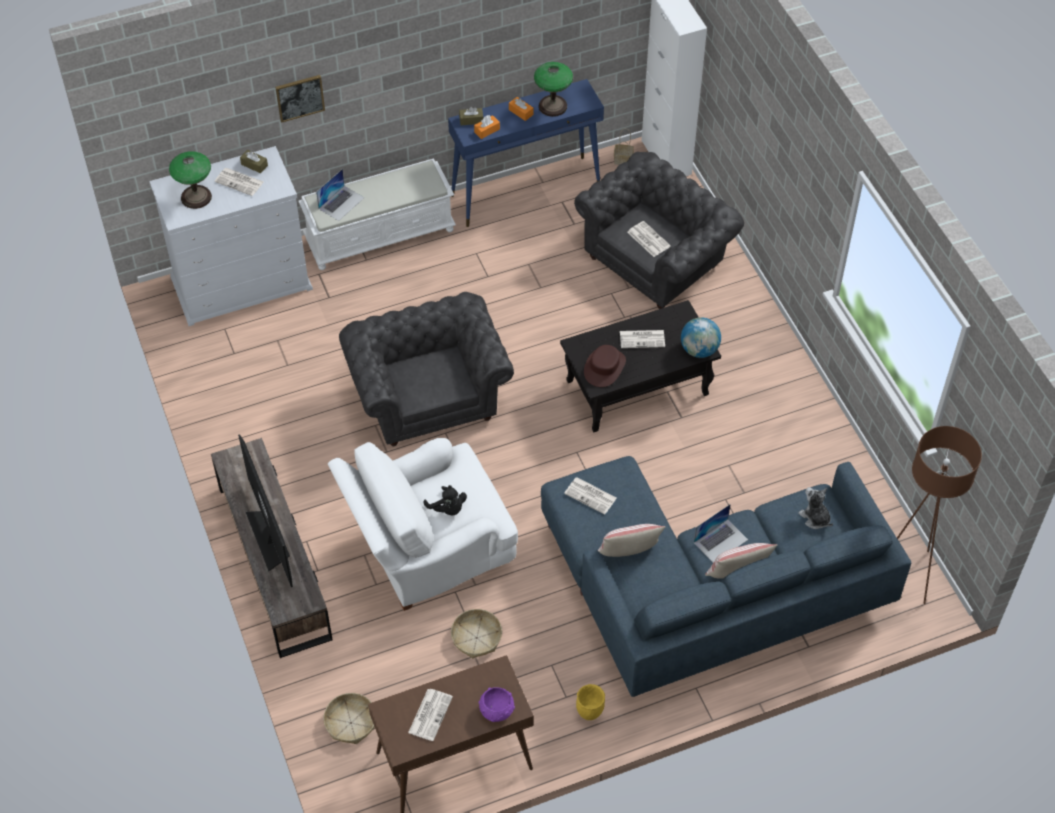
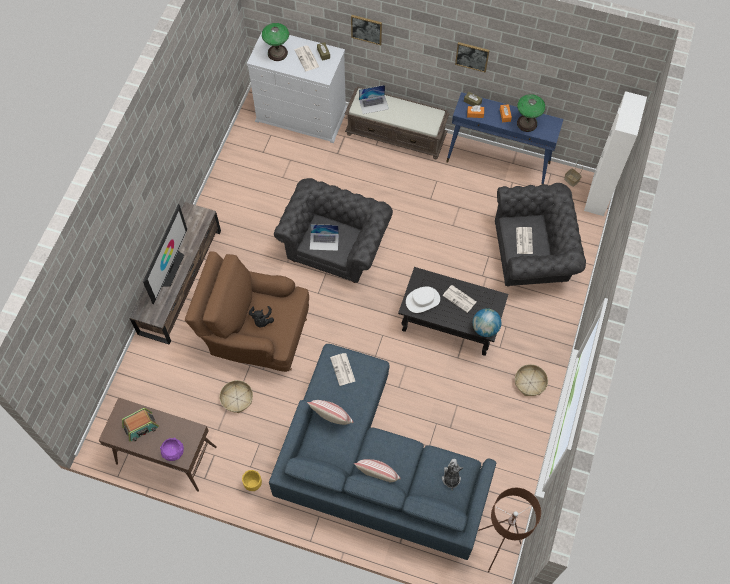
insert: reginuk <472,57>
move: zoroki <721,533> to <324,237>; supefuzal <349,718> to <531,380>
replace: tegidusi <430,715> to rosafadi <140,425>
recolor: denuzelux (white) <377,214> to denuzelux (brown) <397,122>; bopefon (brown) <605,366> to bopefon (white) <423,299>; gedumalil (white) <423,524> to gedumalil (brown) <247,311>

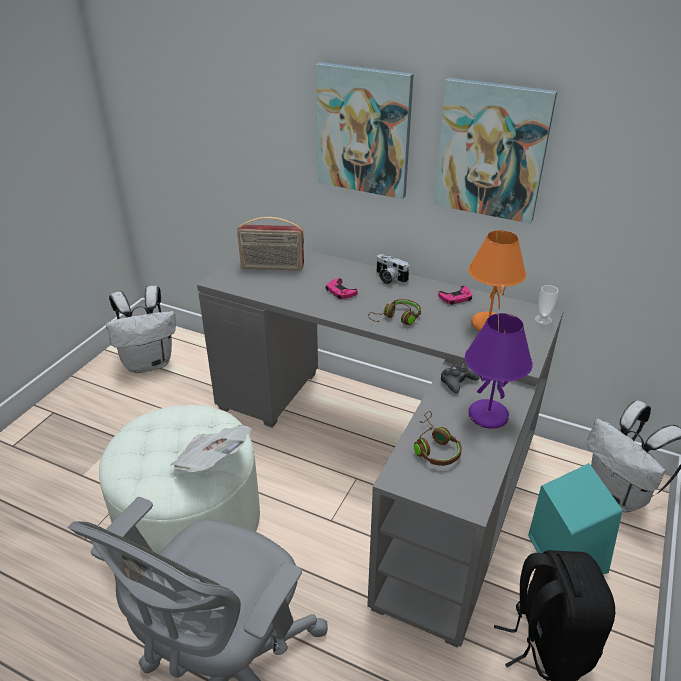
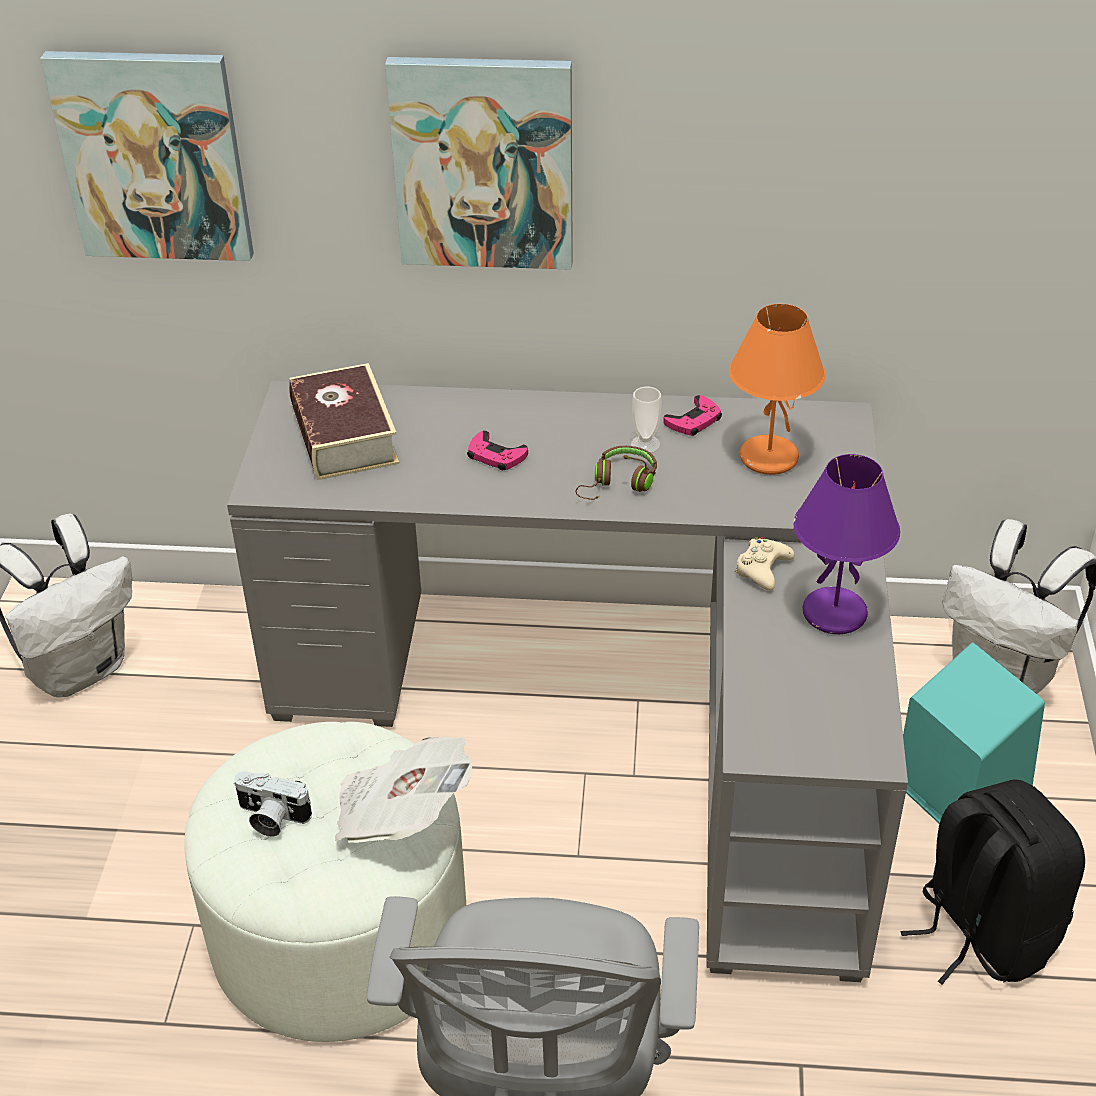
delete: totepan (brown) <438,438>
move: reginuk <495,151> to <147,156>; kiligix <393,269> to <273,804>; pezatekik <546,305> to <646,419>
replace: rosafadi <270,243> to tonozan <344,421>
recolor: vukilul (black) <460,377> to vukilul (beige) <764,564>

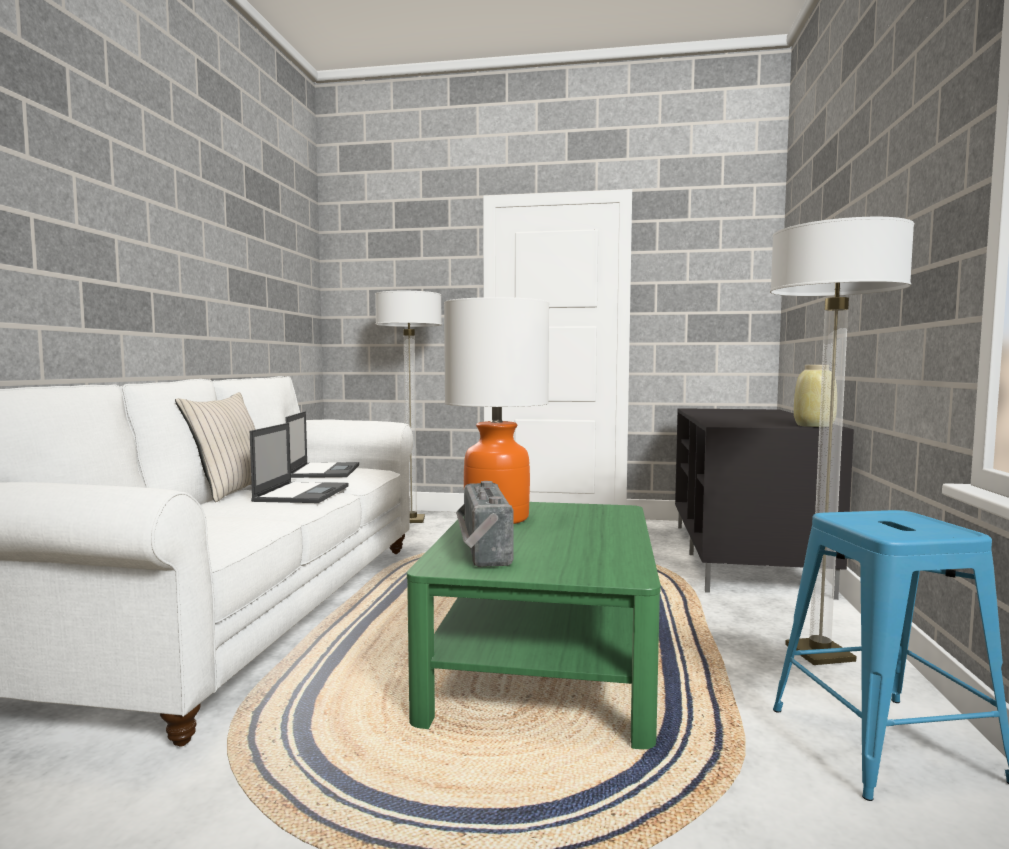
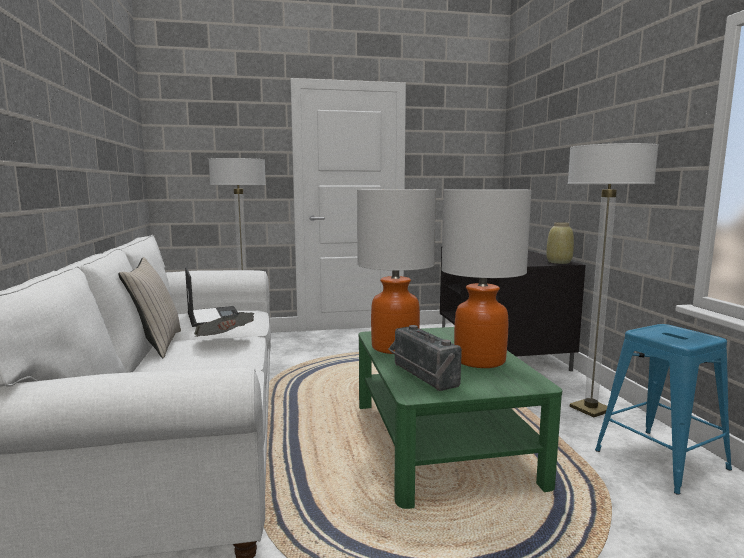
insert: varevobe <486,278>
replace: zoroki <299,463> to tegidusi <224,324>

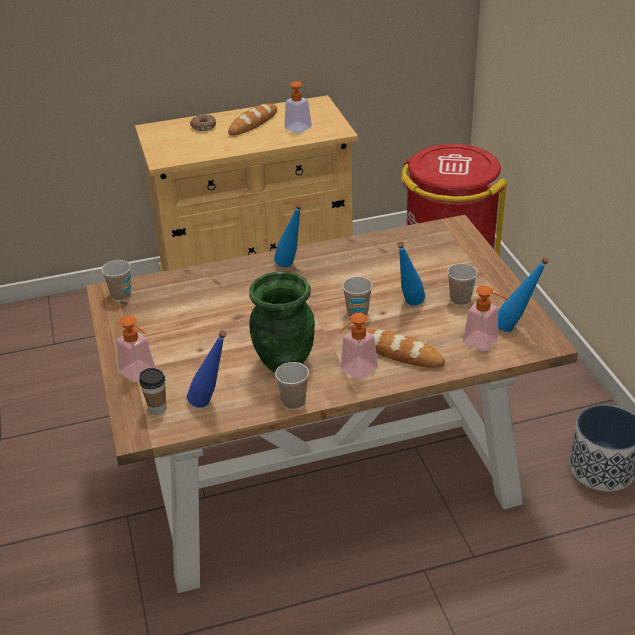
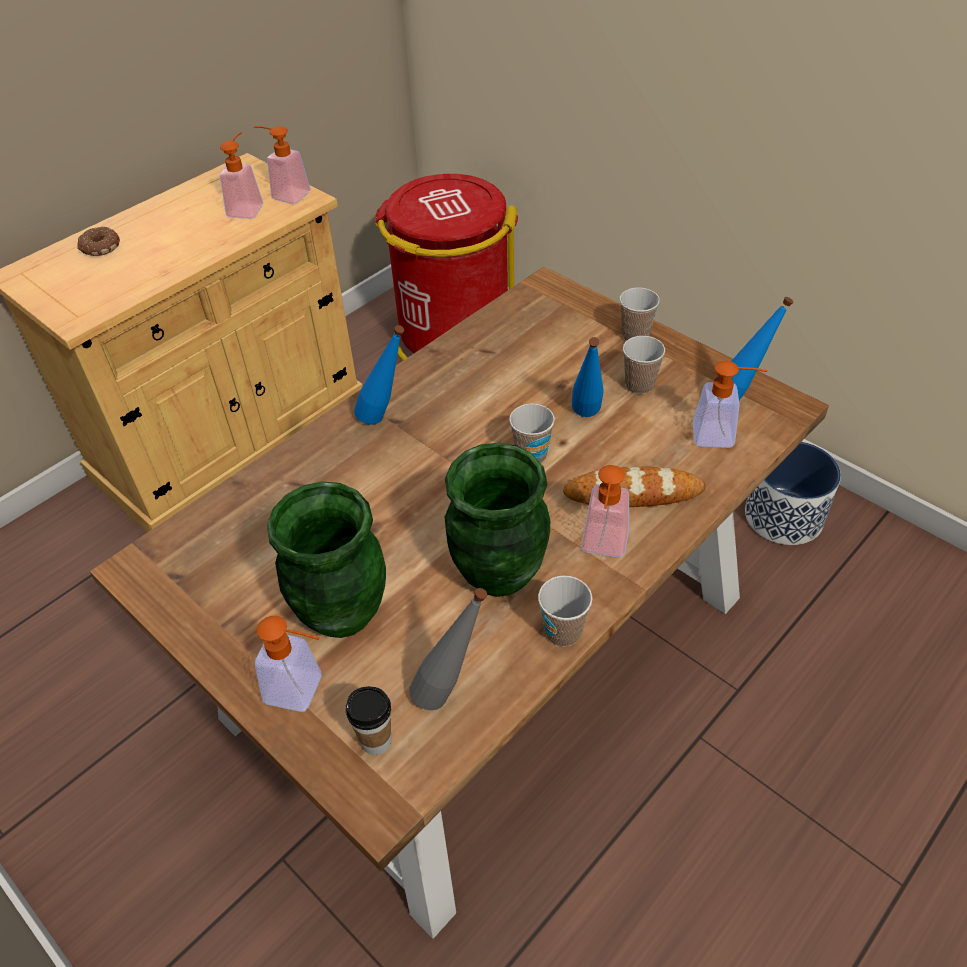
delete: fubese <252,119>
insert: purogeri <282,165>; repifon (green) <326,560>
move: pezatekik <116,280> to <640,314>
recolor: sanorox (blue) <207,369> to sanorox (grey) <448,649>

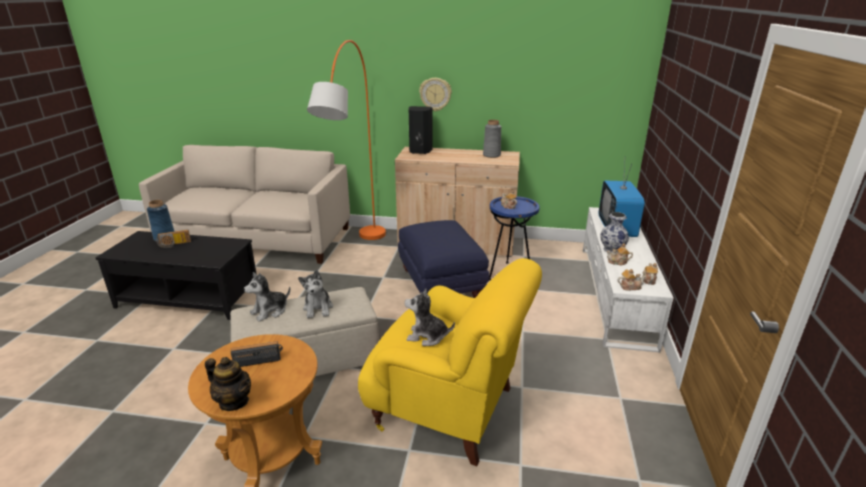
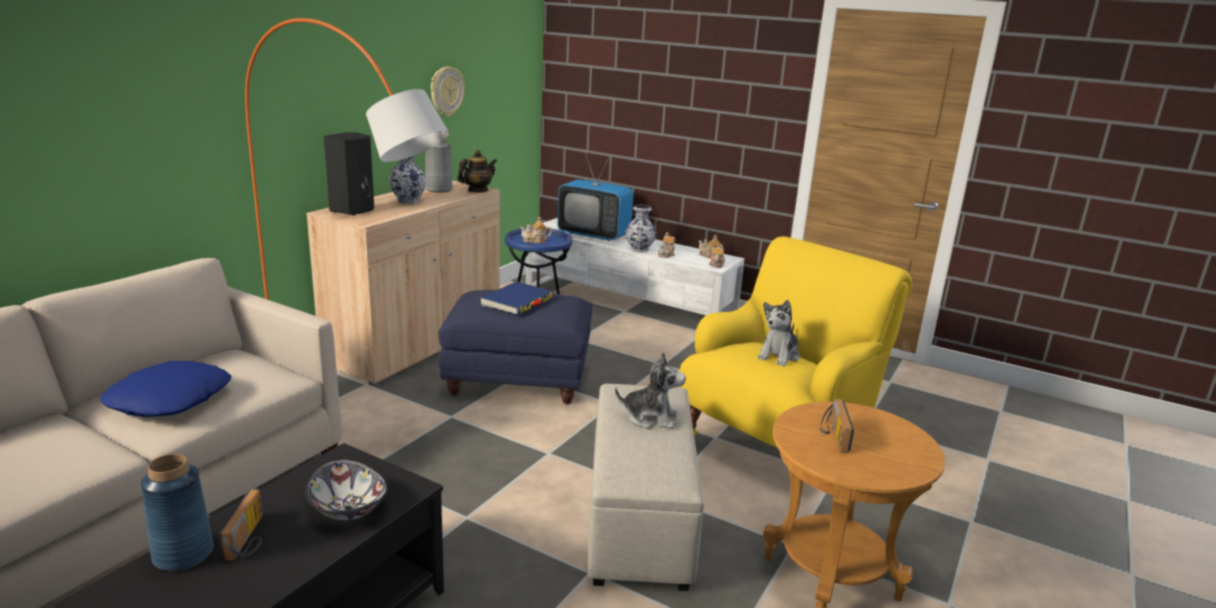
delete: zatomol <267,297>
insert: repifon <407,180>; tonozan (blue) <516,298>; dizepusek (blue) <165,389>; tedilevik <346,490>
move: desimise <435,94> to <448,91>; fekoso <228,384> to <477,171>

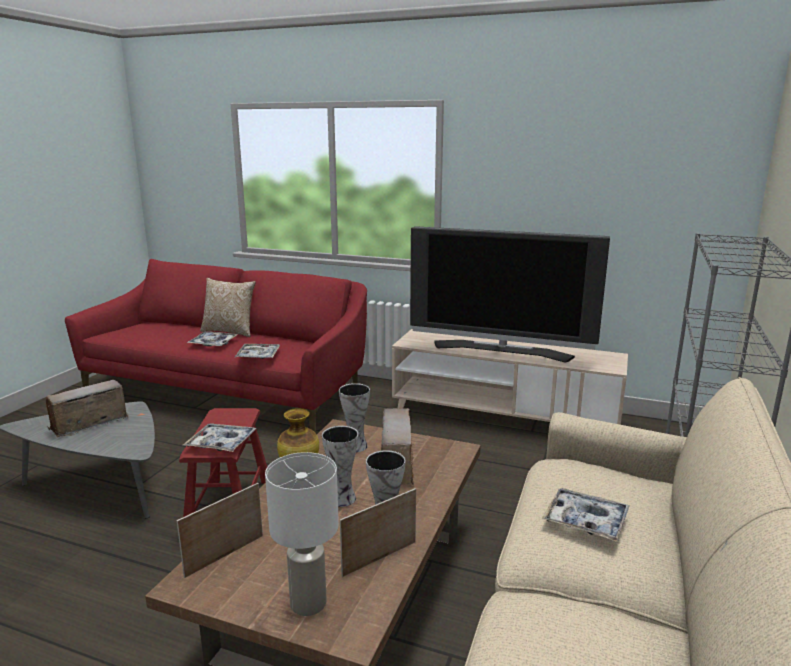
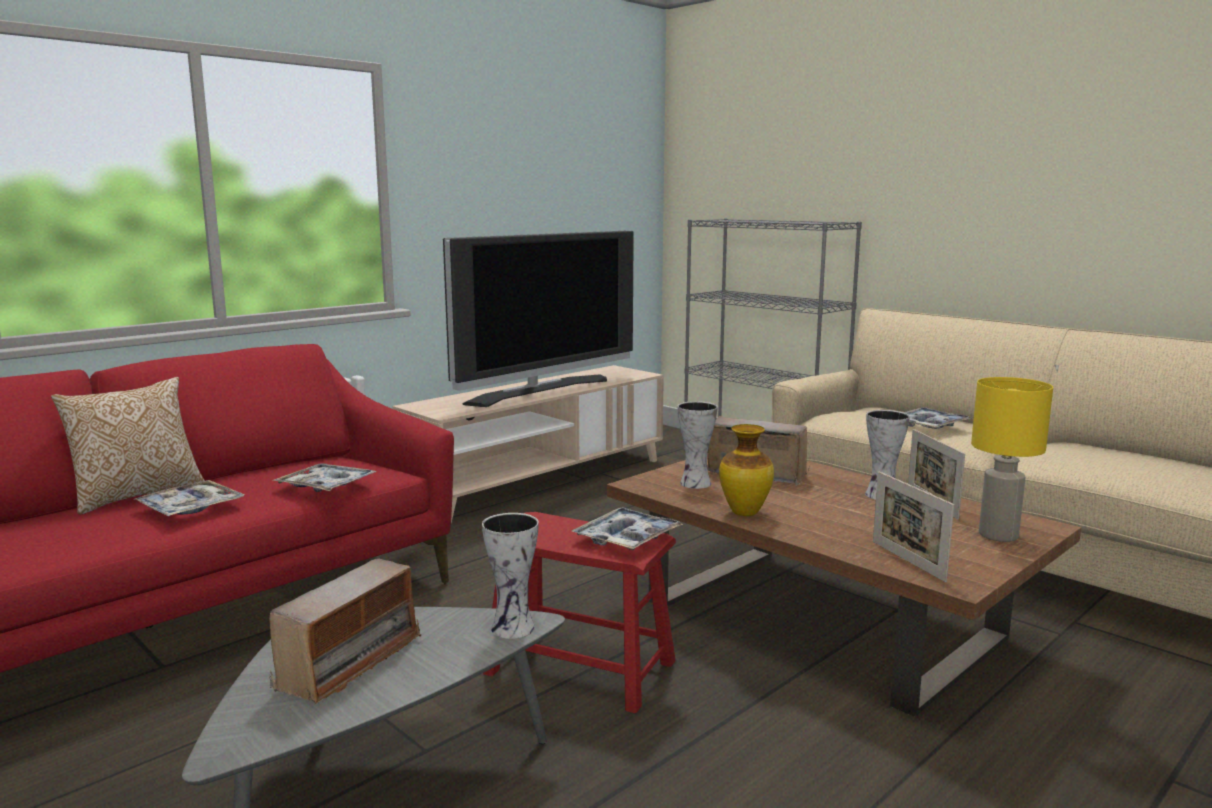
move: repifon <340,466> to <510,576>
recolor: varevobe (white) <302,534> to varevobe (yellow) <1012,459>
rotate: rosafadi <87,409> = <345,632> 135 degrees counterclockwise

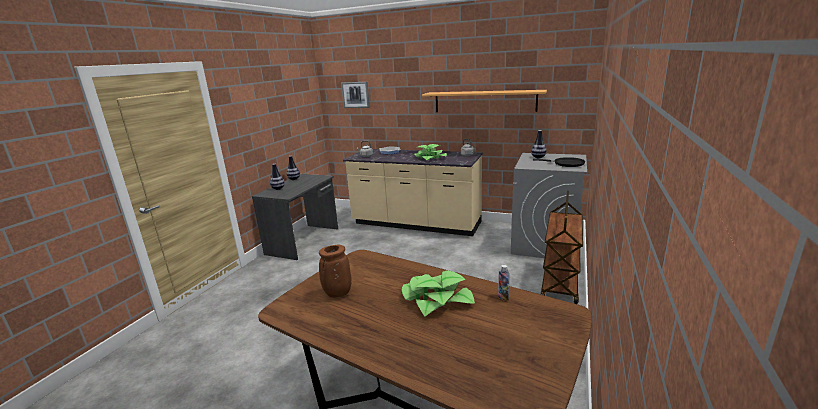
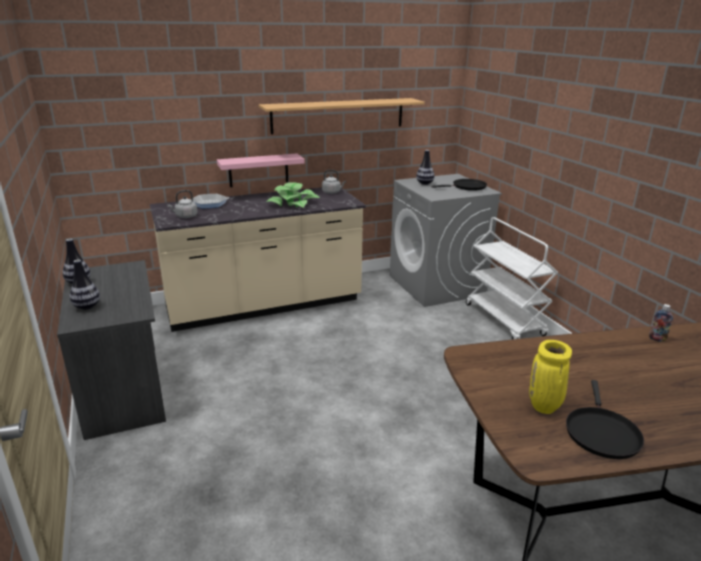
delete: reginuk <355,95>; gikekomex <438,293>
insert: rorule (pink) <260,170>; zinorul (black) <605,419>
recolor: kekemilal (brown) <562,247> to kekemilal (white) <512,278>; repifon (brown) <335,271> to repifon (yellow) <550,377>

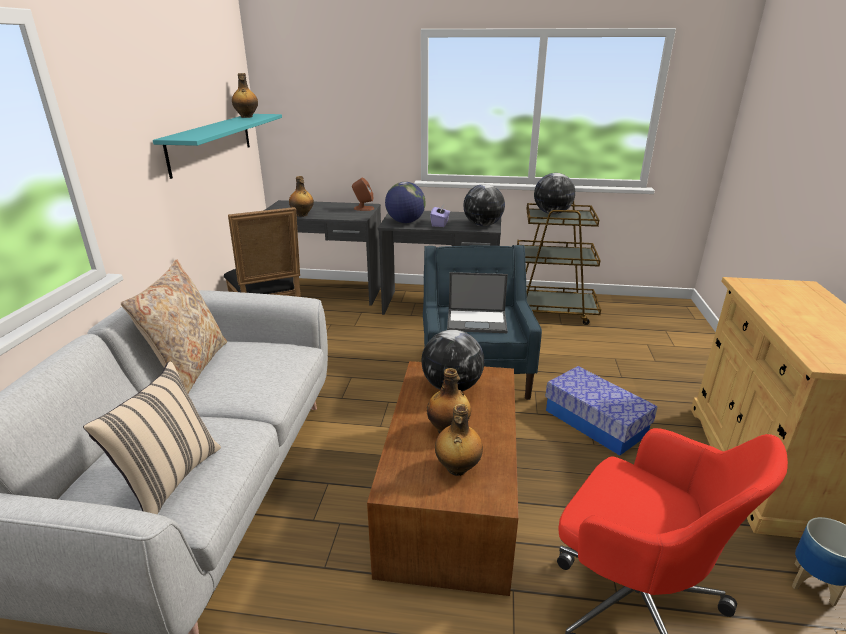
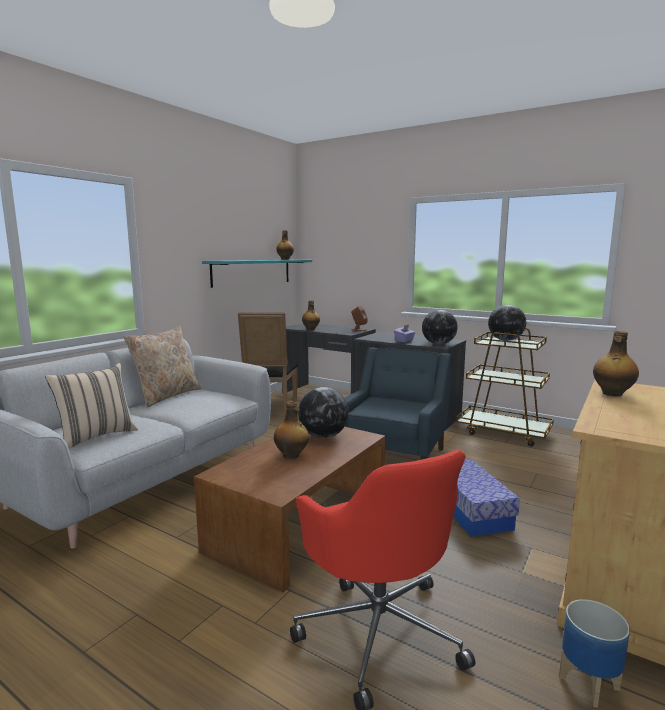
delete: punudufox <405,202>; zoroki <477,302>
move: sanorox <459,440> to <616,363>

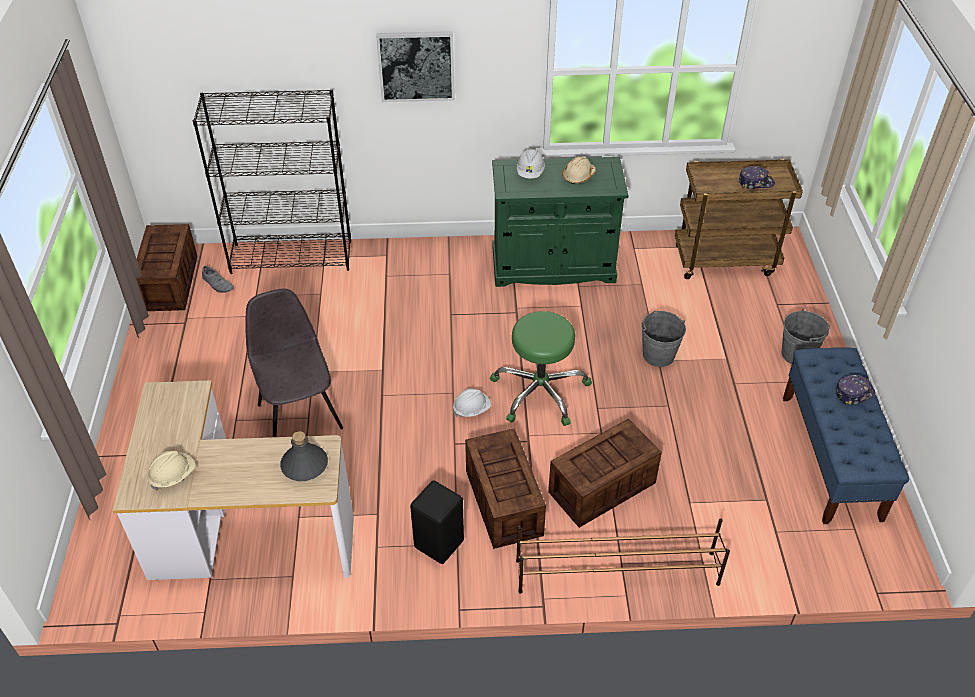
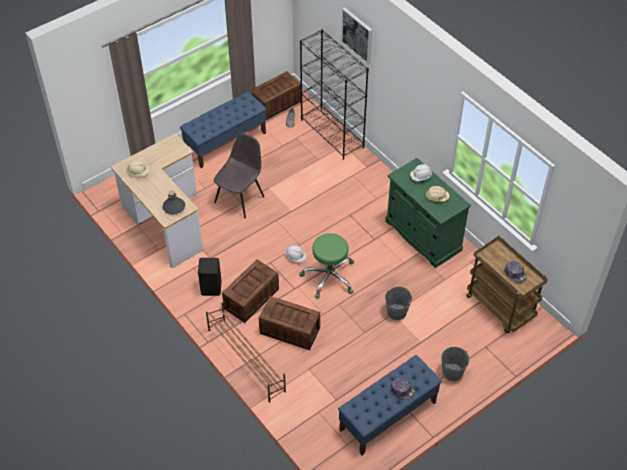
insert: denuzelux (blue) <223,130>
move: reginuk <415,66> to <356,35>

